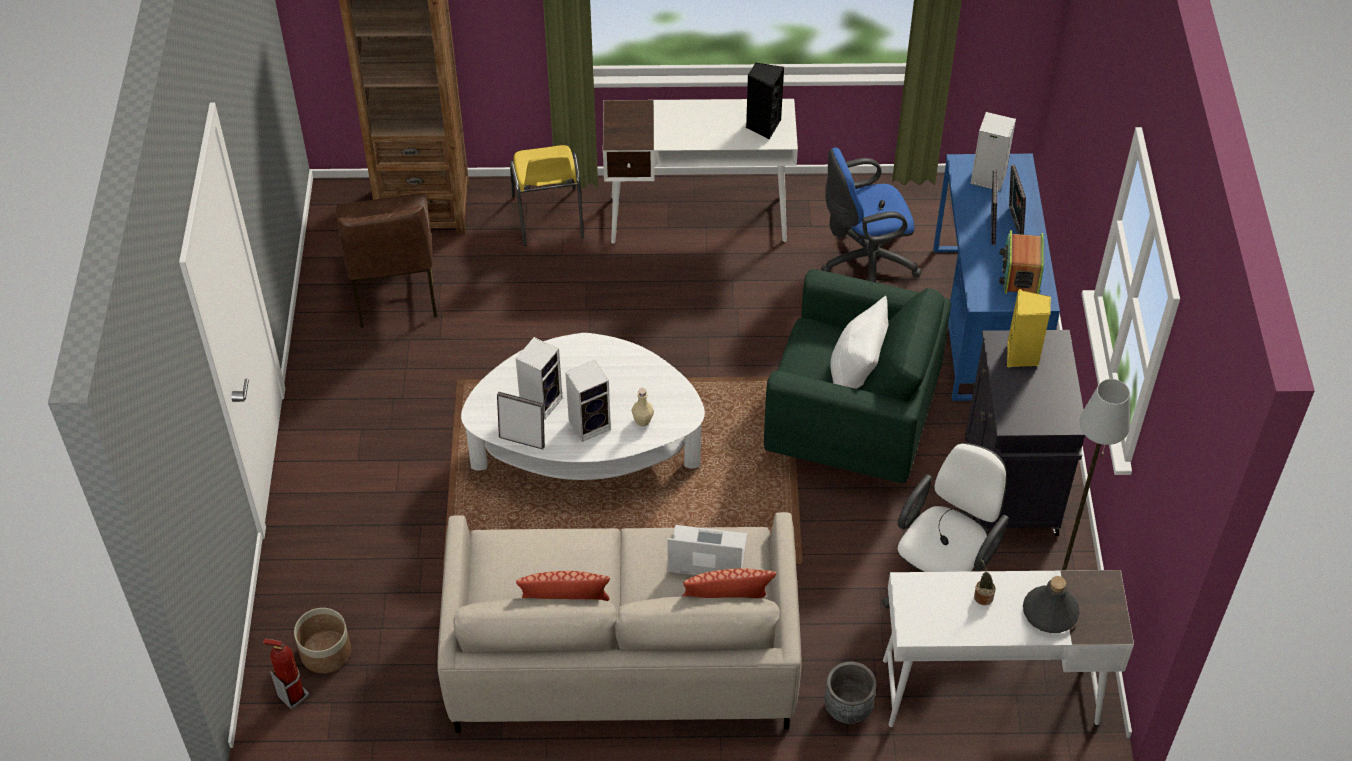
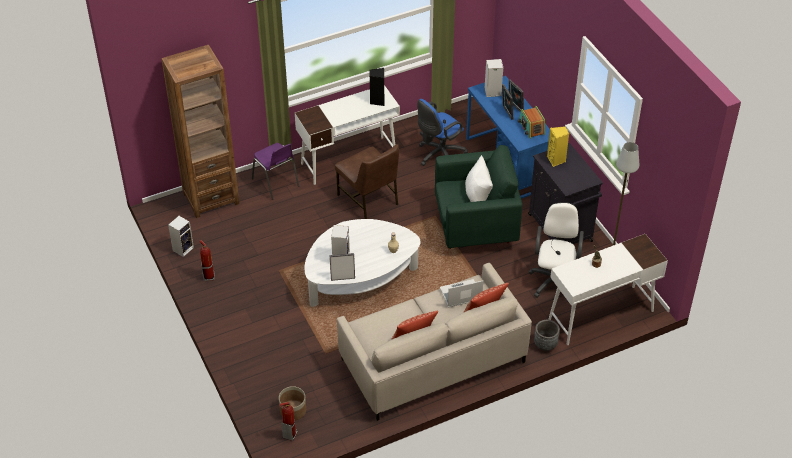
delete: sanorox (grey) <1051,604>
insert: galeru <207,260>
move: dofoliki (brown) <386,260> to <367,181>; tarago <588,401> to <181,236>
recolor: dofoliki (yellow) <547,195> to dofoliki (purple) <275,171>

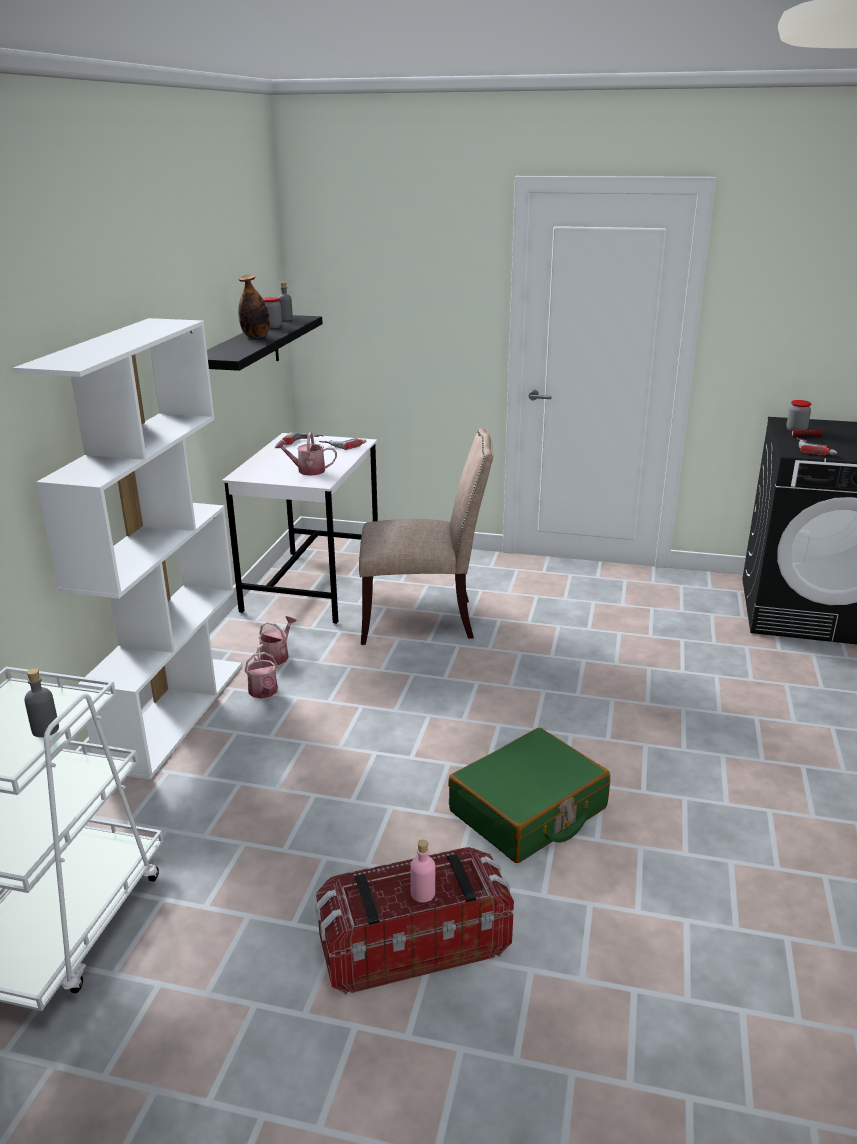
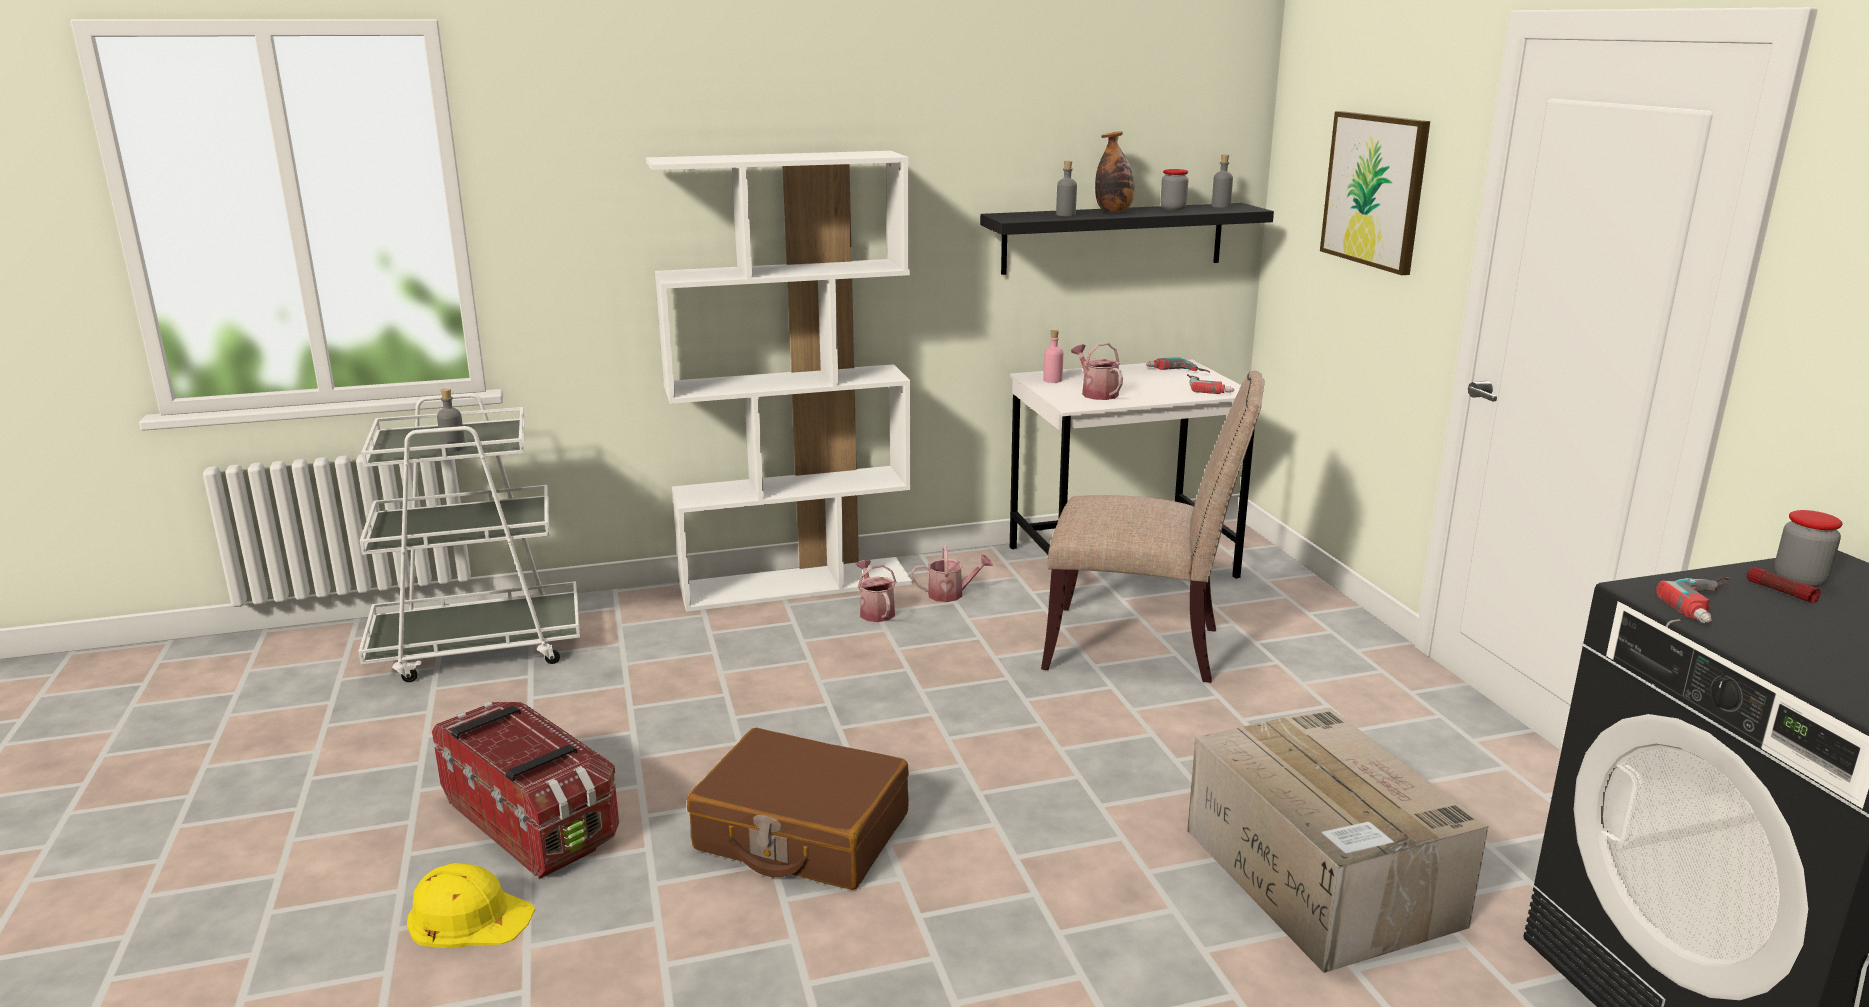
insert: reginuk <1375,193>; sanorox (grey) <1066,188>; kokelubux <1337,840>; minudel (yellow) <471,905>
move: sanorox (pink) <422,871> to <1053,356>
recolor: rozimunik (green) <529,795> to rozimunik (brown) <798,809>
rotate: dofoliki (beige) <426,536> = <1153,527> 45 degrees counterclockwise; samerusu <261,675> = <876,591> 120 degrees clockwise

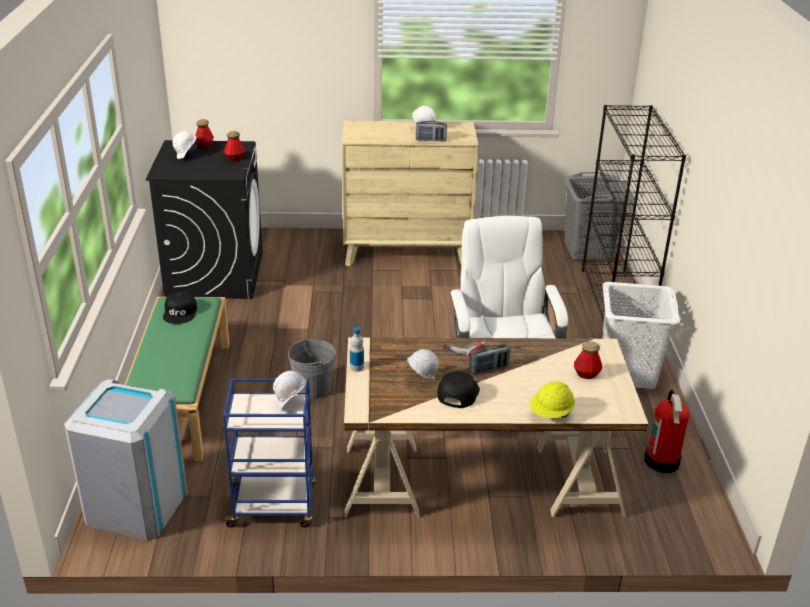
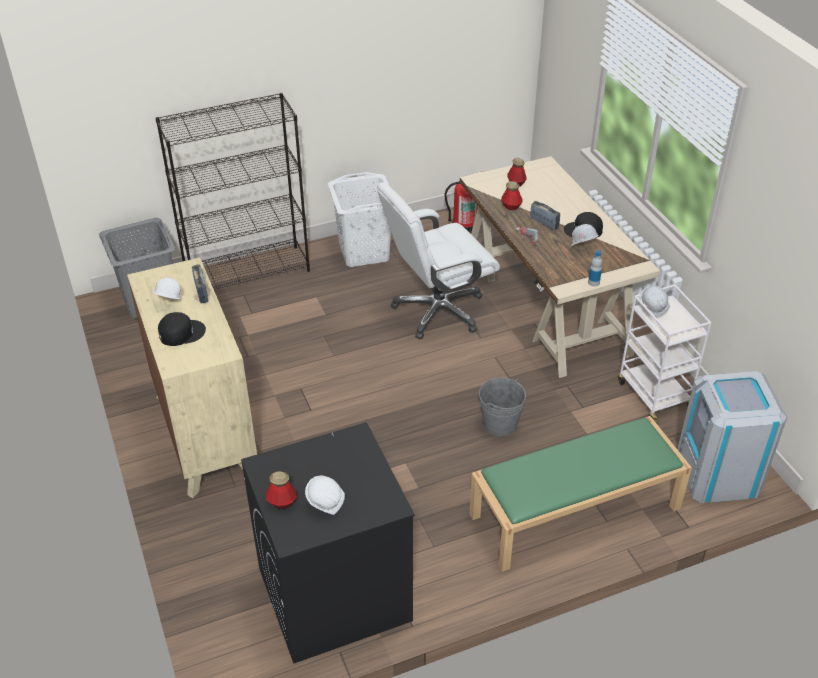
delete: minudel (yellow) <552,399>
move: sanorox <234,146> to <512,195>; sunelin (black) <180,308> to <182,329>
recolor: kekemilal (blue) <268,453> to kekemilal (white) <665,354>

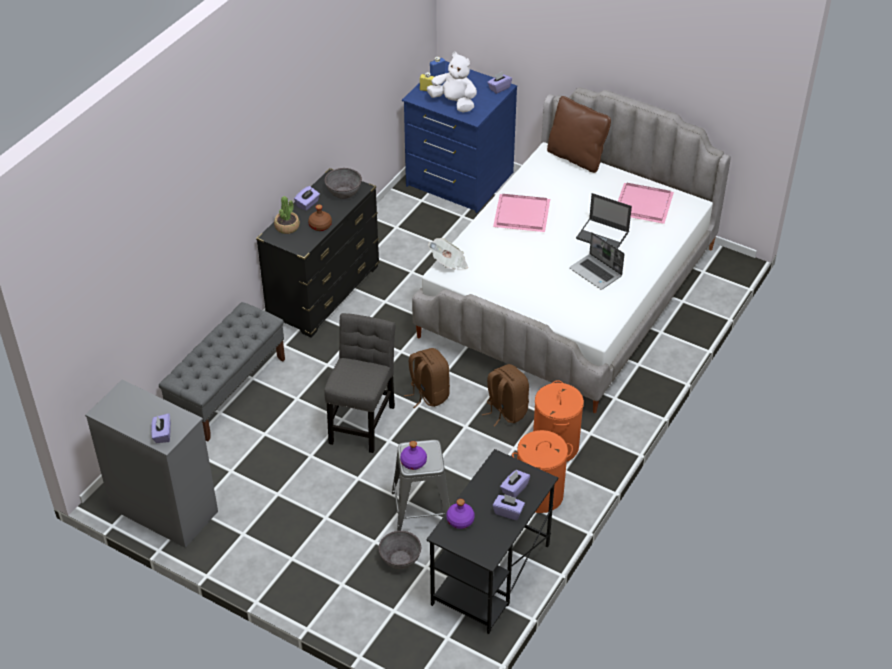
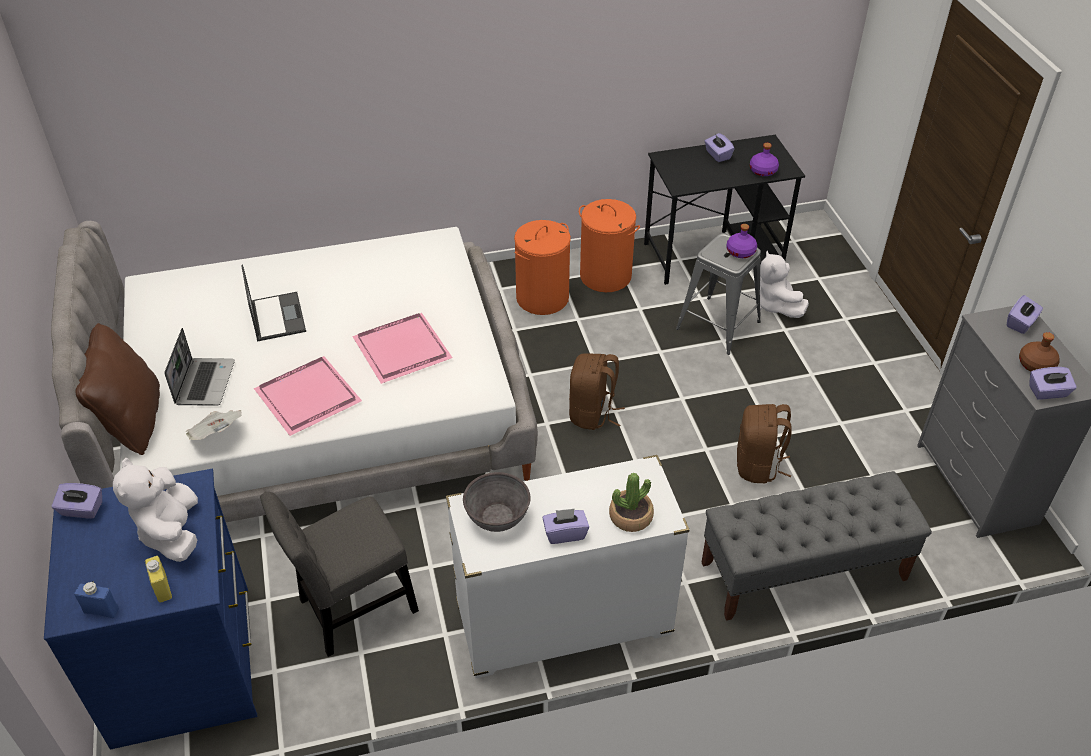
move: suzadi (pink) <646,203> to <402,348>; sanorox (brown) <320,218> to <1039,352>; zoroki <597,261> to <199,367>; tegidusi <448,253> to <213,425>; dofoliki (grey) <359,383> to <339,574>; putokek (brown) <505,395> to <764,444>; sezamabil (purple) <515,484> to <1053,383>
replace: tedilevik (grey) <400,550> to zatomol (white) <784,284>
recolor: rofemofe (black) <318,252> to rofemofe (white) <568,566>

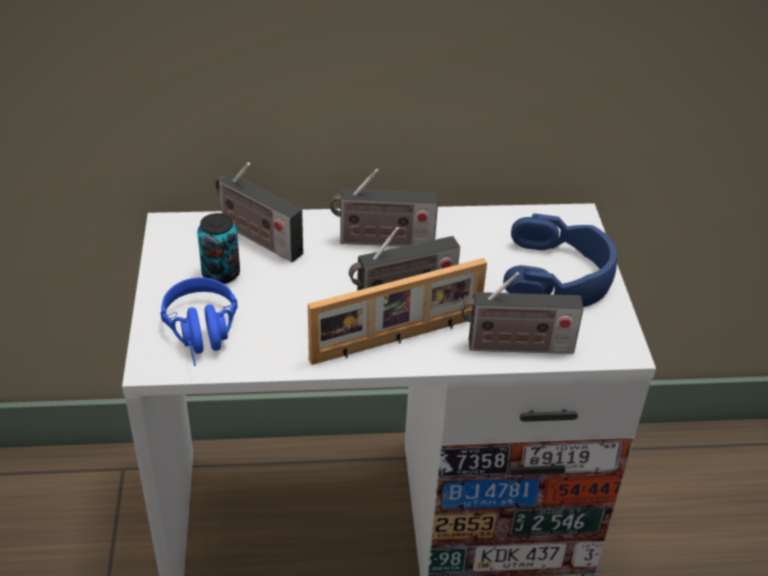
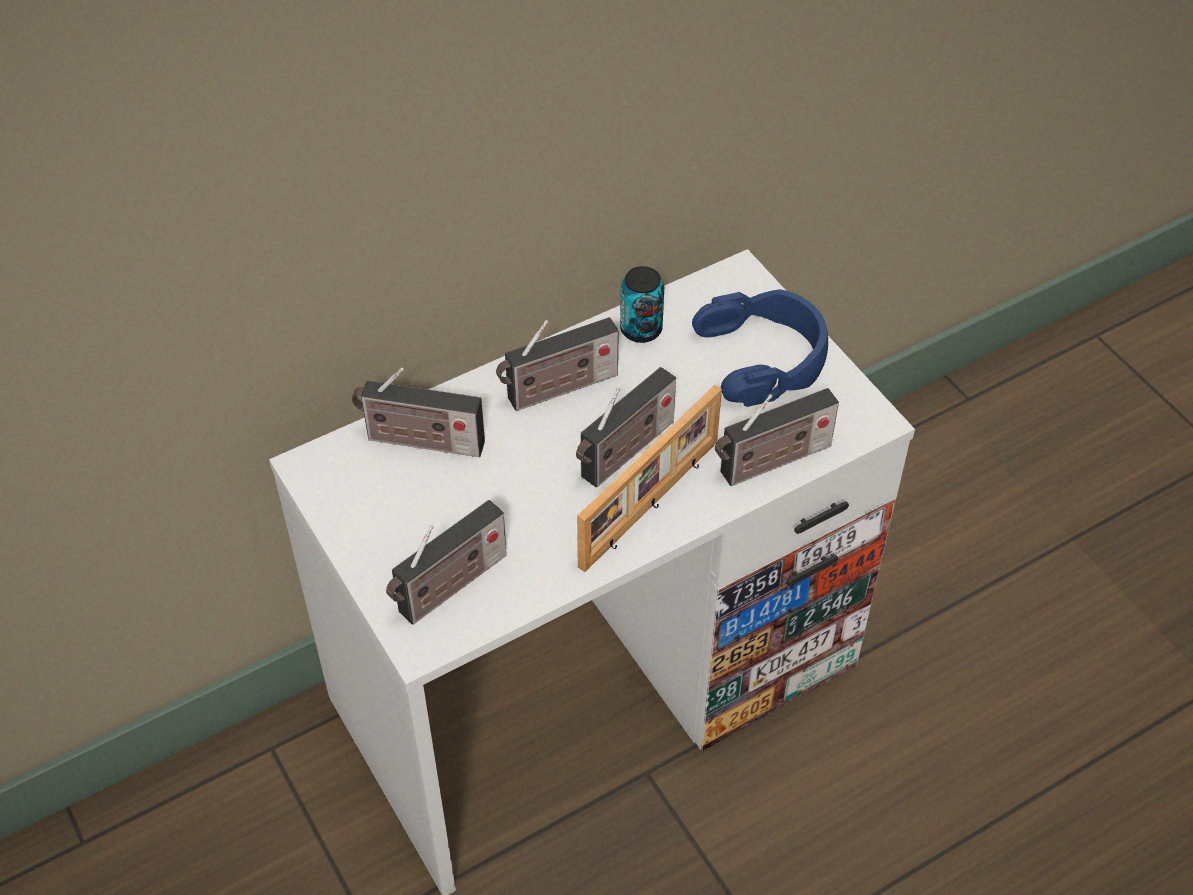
move: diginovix <218,248> to <642,304>
replace: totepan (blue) <199,321> to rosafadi <446,562>

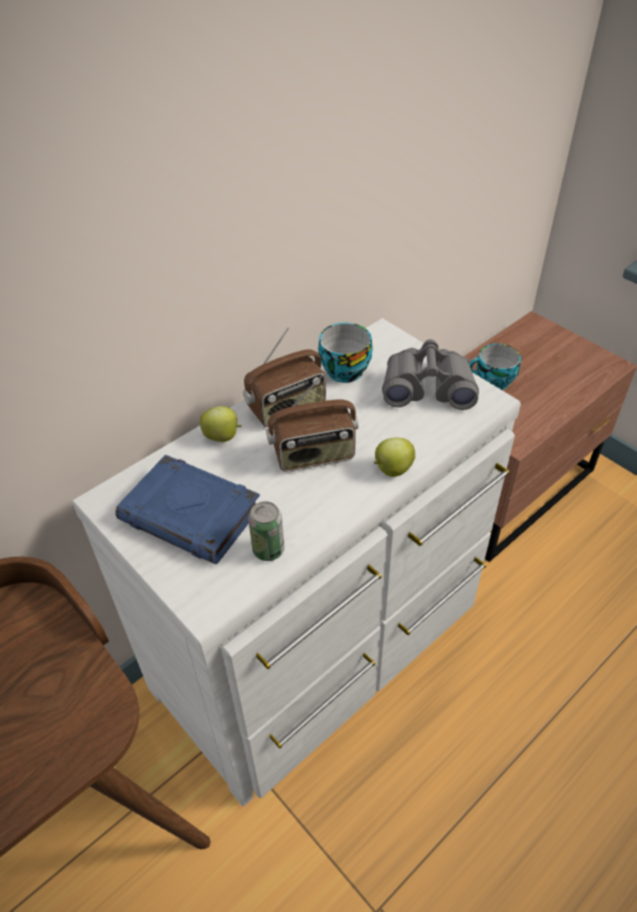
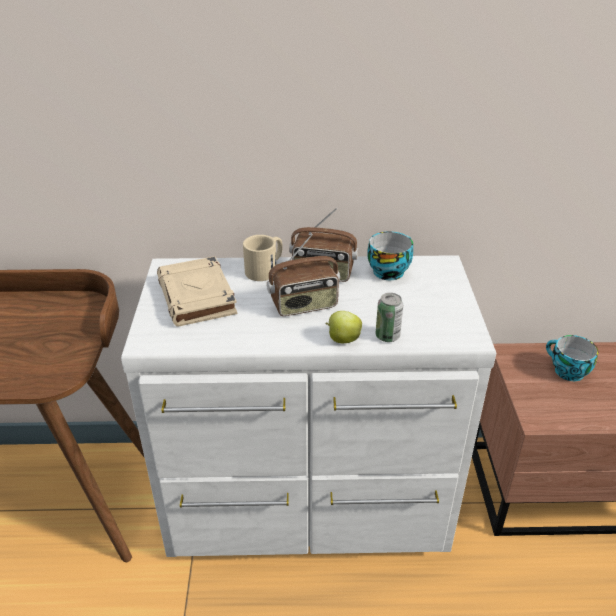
delete: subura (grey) <430,374>
move: diginovix <266,531> to <389,317>
replace: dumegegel <221,424> to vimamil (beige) <263,258>
recolor: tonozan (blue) <187,509> to tonozan (beige) <197,291>
rotate: rosafadi <312,423> = <303,275> 45 degrees counterclockwise

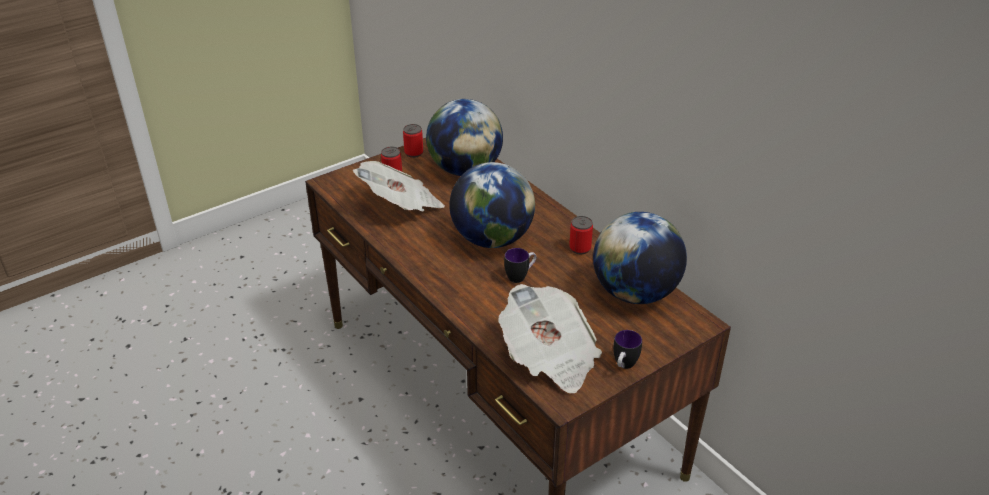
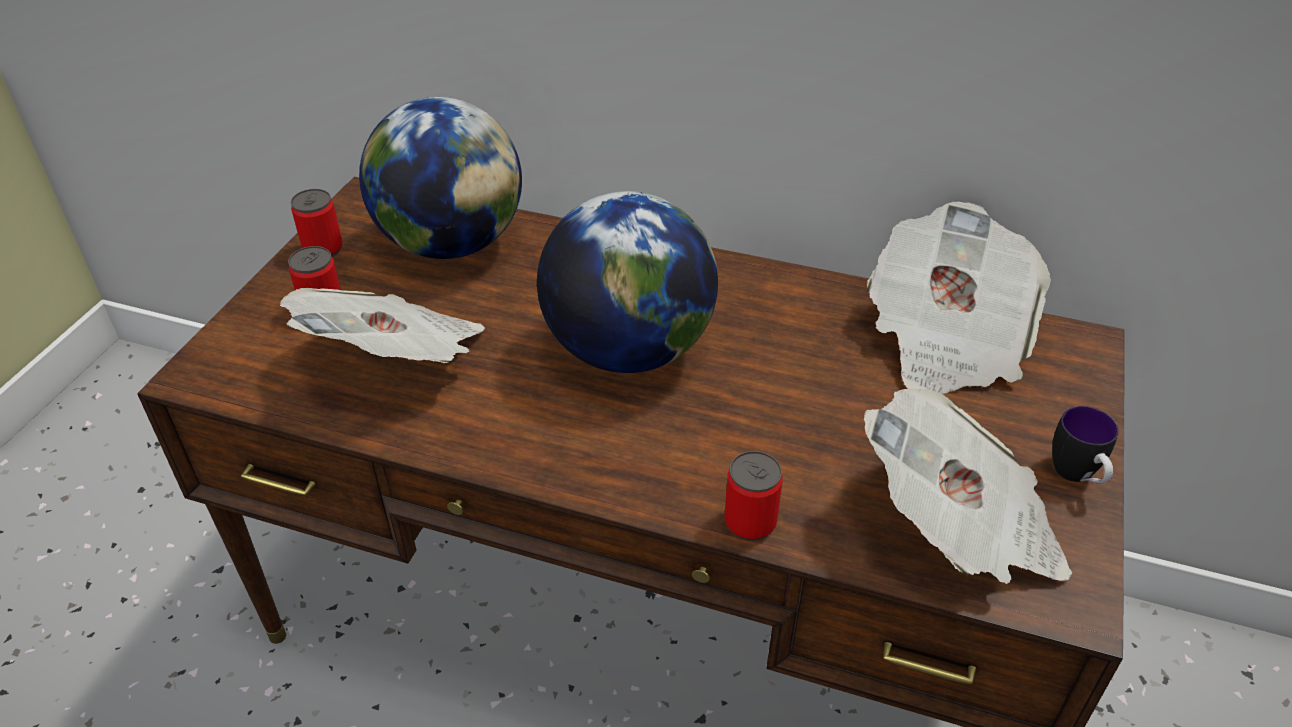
delete: vimamil <520,265>
move: diginovix <581,235> to <753,496>
replace: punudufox <640,258> to tegidusi <959,298>

